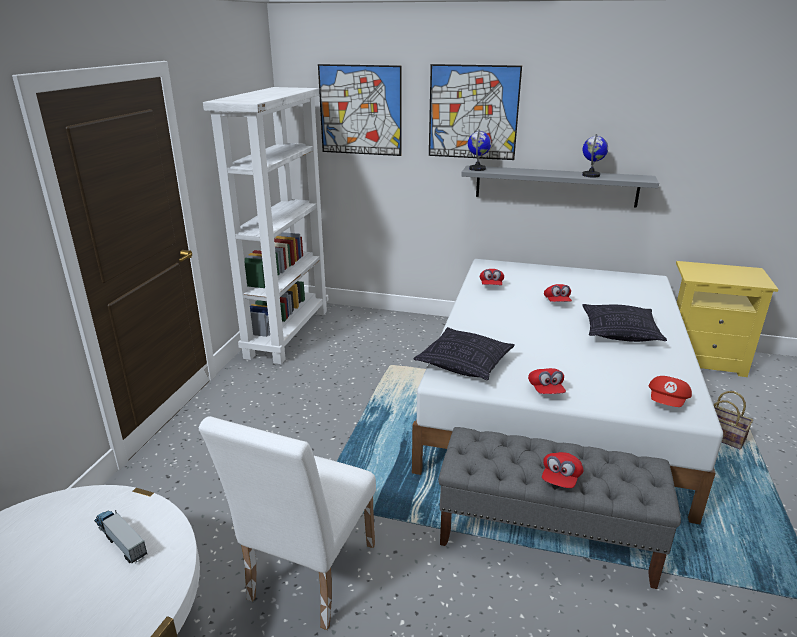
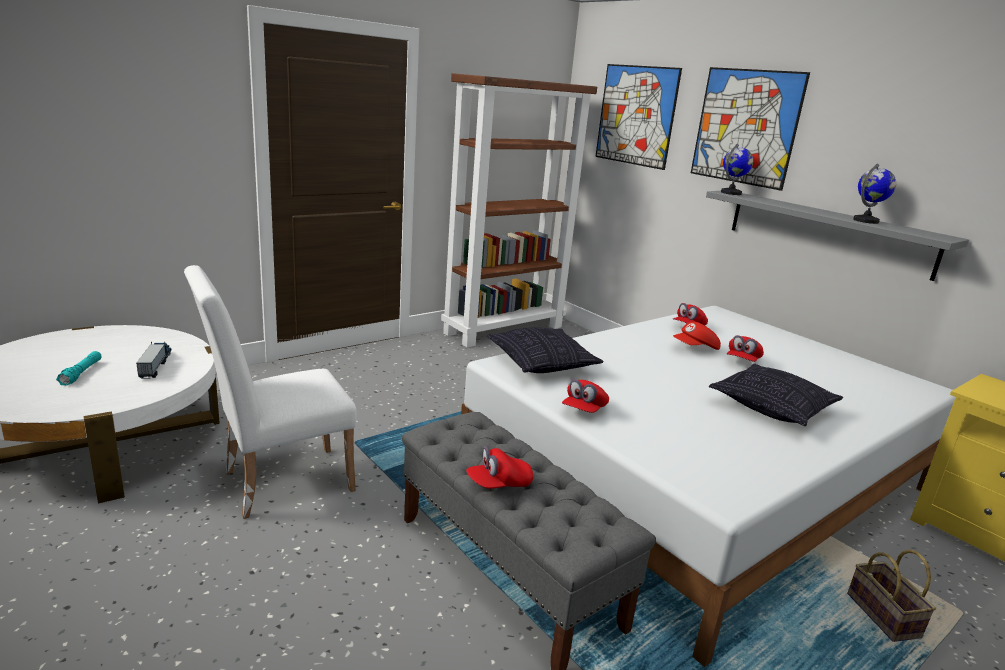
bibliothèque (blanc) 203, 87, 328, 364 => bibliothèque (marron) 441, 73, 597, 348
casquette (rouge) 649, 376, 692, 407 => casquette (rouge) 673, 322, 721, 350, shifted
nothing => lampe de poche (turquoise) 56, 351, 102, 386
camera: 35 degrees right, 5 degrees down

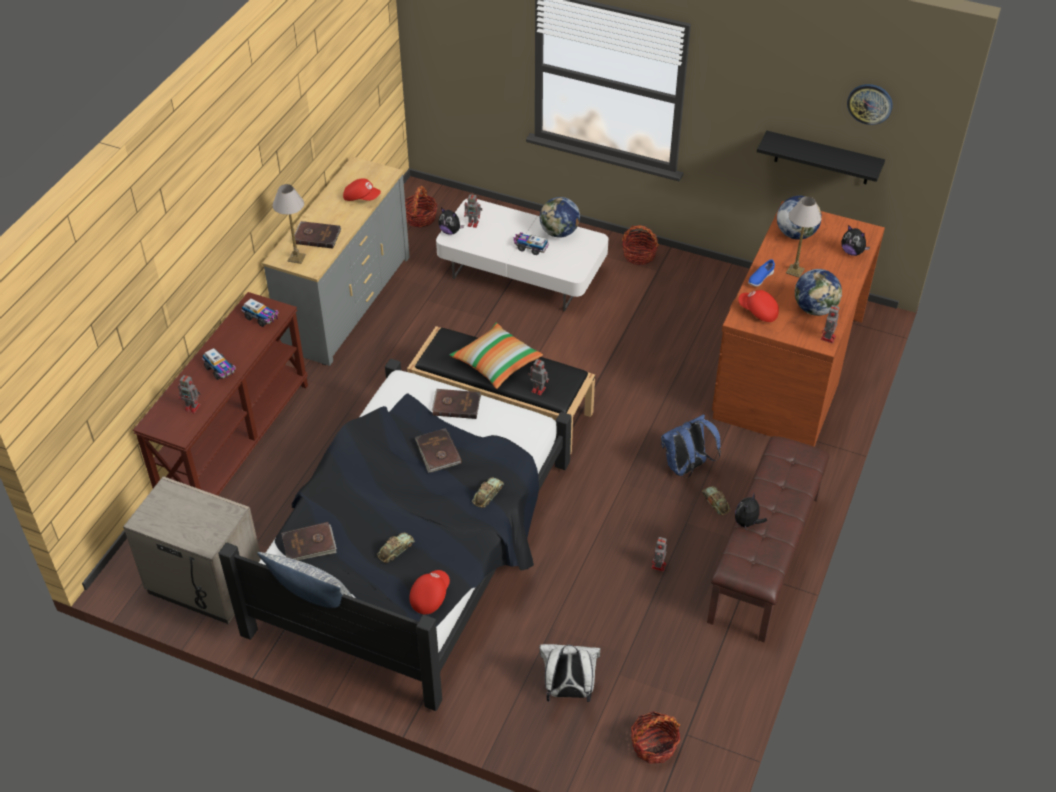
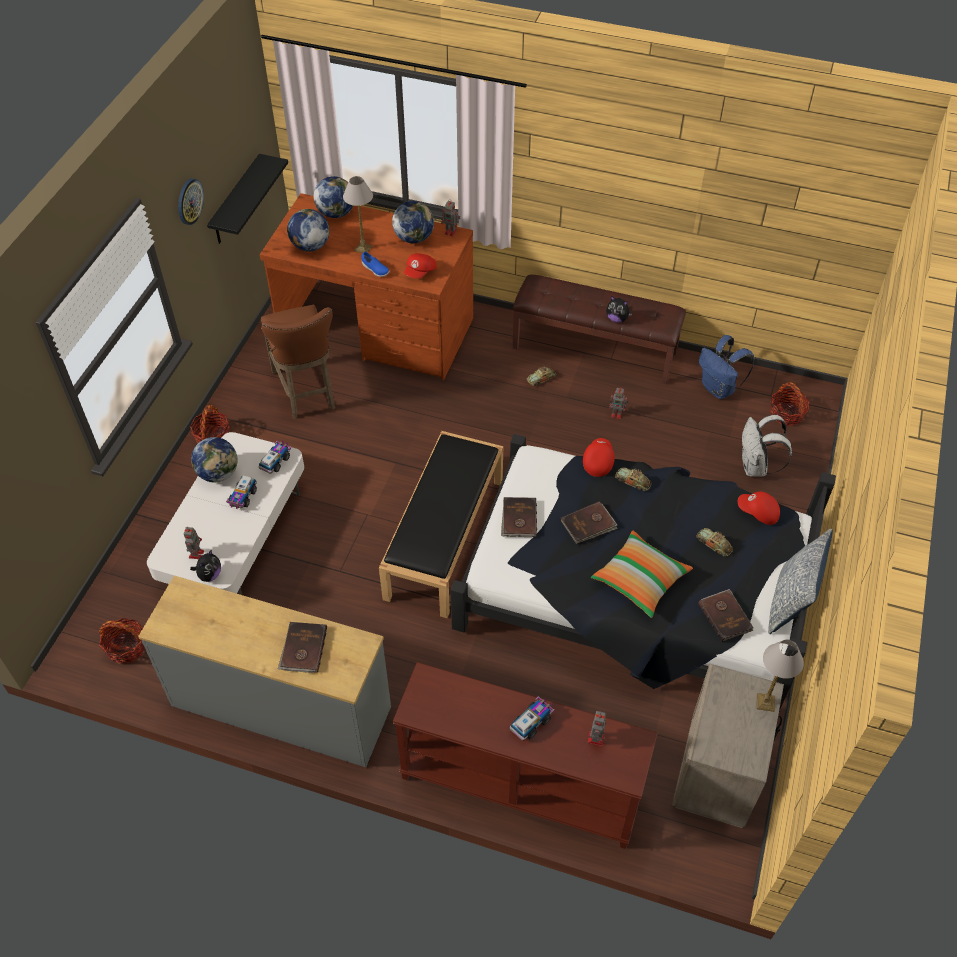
horloge murale 847, 84, 893, 125 => horloge murale 178, 179, 204, 225, shifted
casquette (rouge) 343, 178, 381, 201 => casquette (rouge) 583, 438, 615, 477, shifted
lampe de table 272, 184, 306, 264 => lampe de table 757, 640, 804, 712, shifted
peluche 841, 225, 870, 256 => globe 314, 176, 353, 218
camion jouet 241, 298, 279, 327 => camion jouet 259, 441, 291, 474, shifted
coussin 449, 323, 543, 389 => coussin 591, 530, 693, 618, shifted
robot jouet 528, 358, 549, 396 => nothing
sac à dos (bleu) 661, 414, 721, 478 => sac à dos (bleu) 699, 335, 754, 399, shifted
nothing => tabouret (marron) 261, 305, 335, 419
camera: 95 degrees left, 5 degrees up

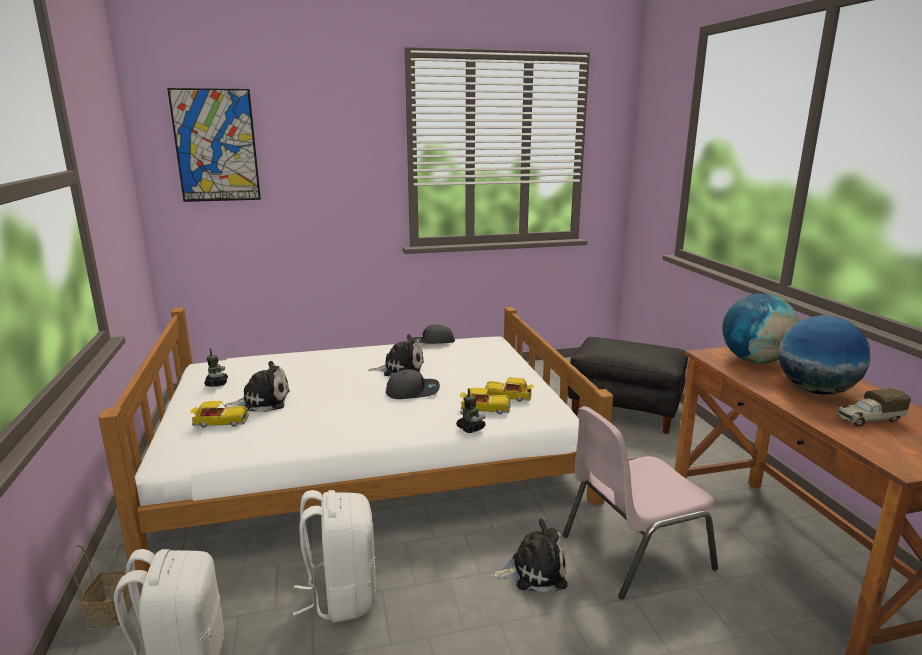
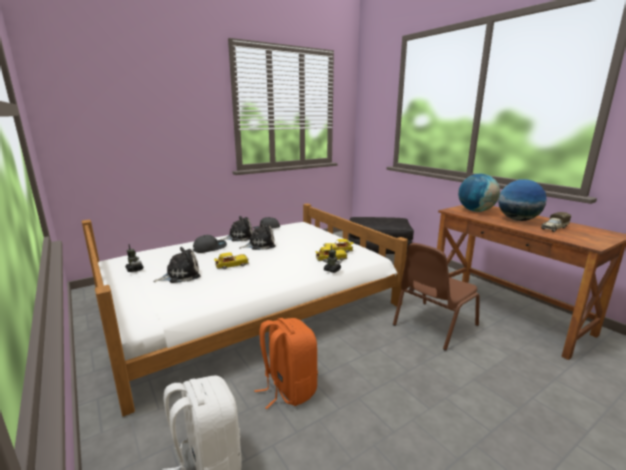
tableau 167, 88, 261, 202 => nothing
casquette (gris) 386, 369, 440, 399 => casquette (gris) 193, 235, 227, 253, shifted
petite voiture 190, 401, 249, 428 => petite voiture 214, 252, 249, 269, shifted
chaise (rose) 563, 406, 718, 600 => chaise (marron) 393, 243, 480, 351
sac à dos (blanc) 293, 490, 376, 623 => sac à dos (orange) 254, 318, 318, 409
peluche 491, 519, 568, 593 => peluche 220, 216, 253, 241, shifted
panier 71, 543, 133, 628 => nothing
camera: 20 degrees left, 0 degrees up

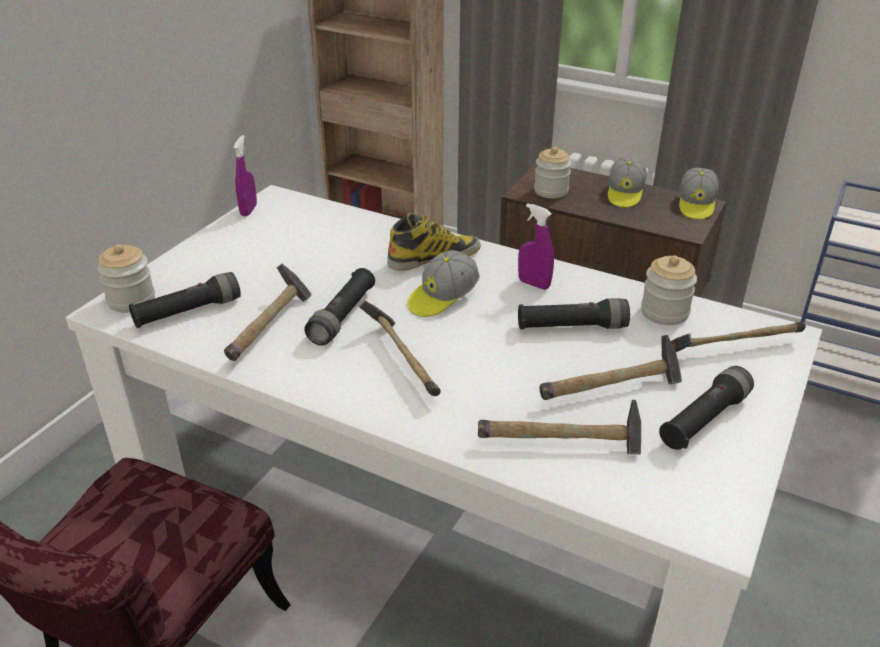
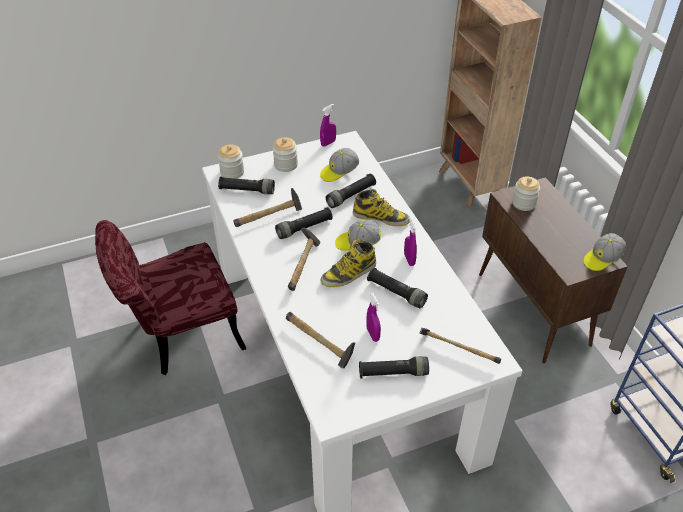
casquette 608, 157, 647, 208 => casquette 320, 148, 359, 182, shifted
bocal 641, 256, 697, 325 => bocal 273, 137, 298, 172, shifted
marteau 540, 335, 682, 400 => vaporisateur (violet) 366, 293, 381, 342
nothing => lampe de poche (noir) 326, 174, 376, 208
nothing => botte 320, 239, 376, 287
camera: 40 degrees right, 10 degrees up

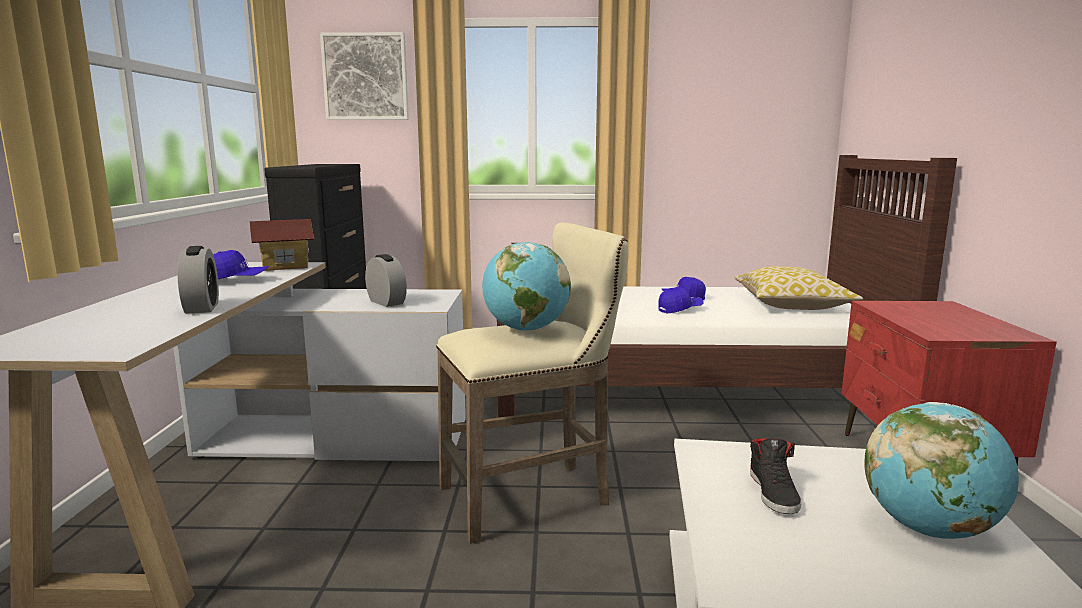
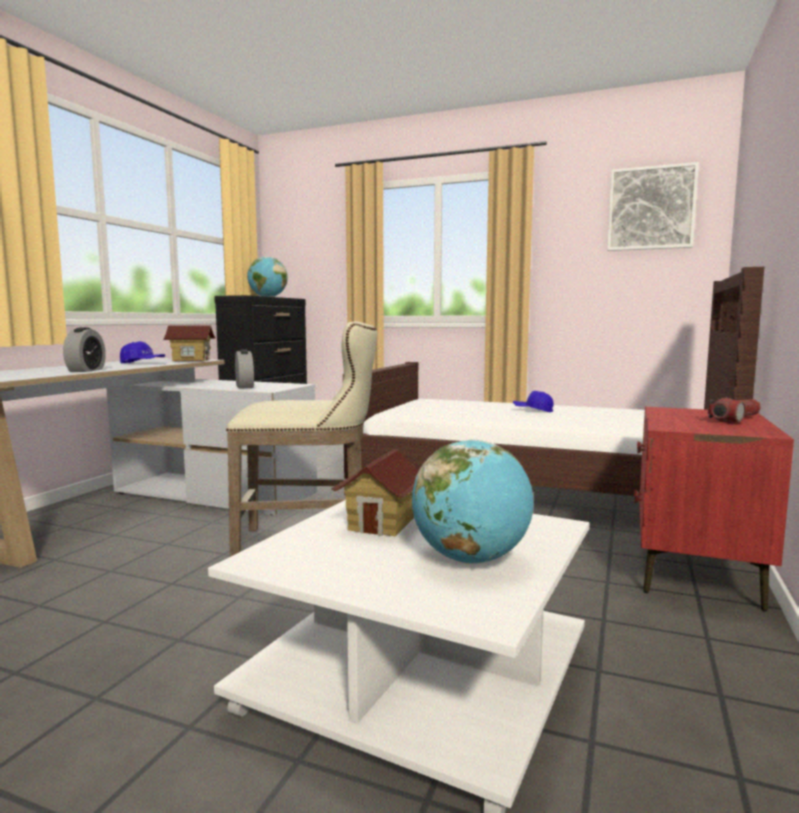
tableau 320, 32, 409, 120 => tableau 607, 162, 699, 251, shifted
globe 482, 242, 571, 331 => globe 247, 256, 288, 297, shifted
coussin 734, 266, 863, 310 => nothing
casquette (bleu) 658, 287, 703, 314 => nothing
chaussure (noir) 750, 438, 801, 514 => maison miniature 331, 449, 419, 536
nothing => lampe de poche 708, 398, 761, 422
camera: 20 degrees right, 5 degrees down

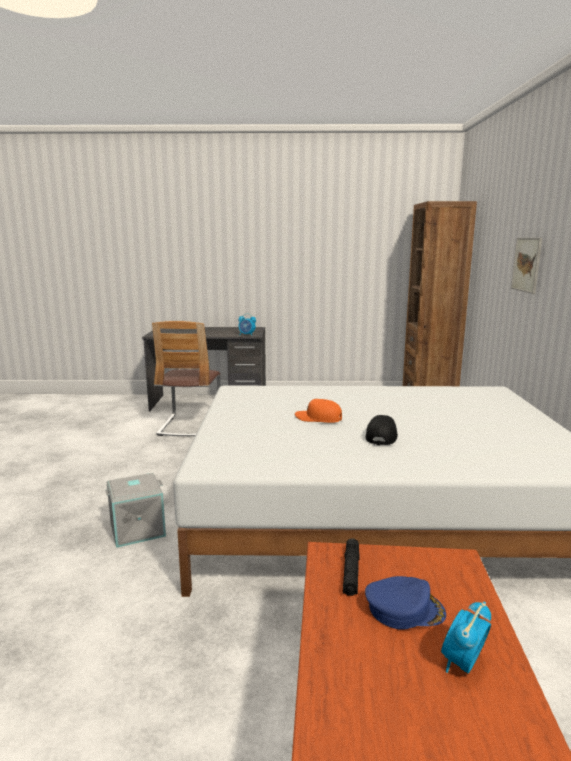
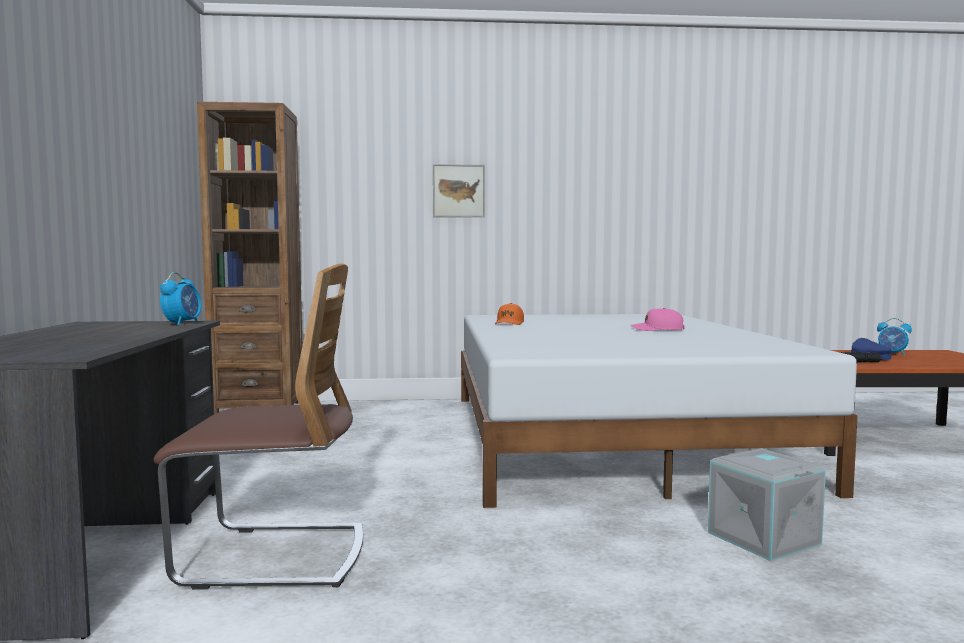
casquette (orange) 295, 399, 342, 423 => casquette (orange) 495, 303, 524, 325, shifted
casquette (noir) 366, 415, 398, 445 => casquette (rose) 631, 308, 685, 331
camera: 95 degrees left, 10 degrees down

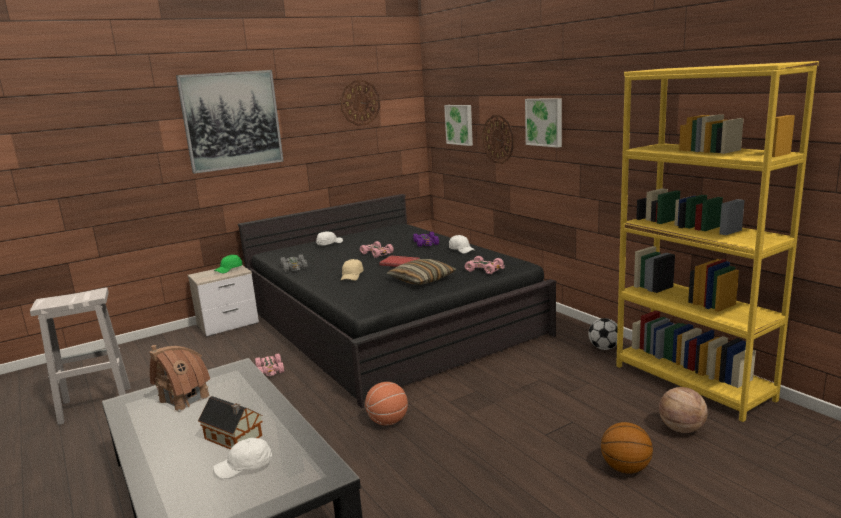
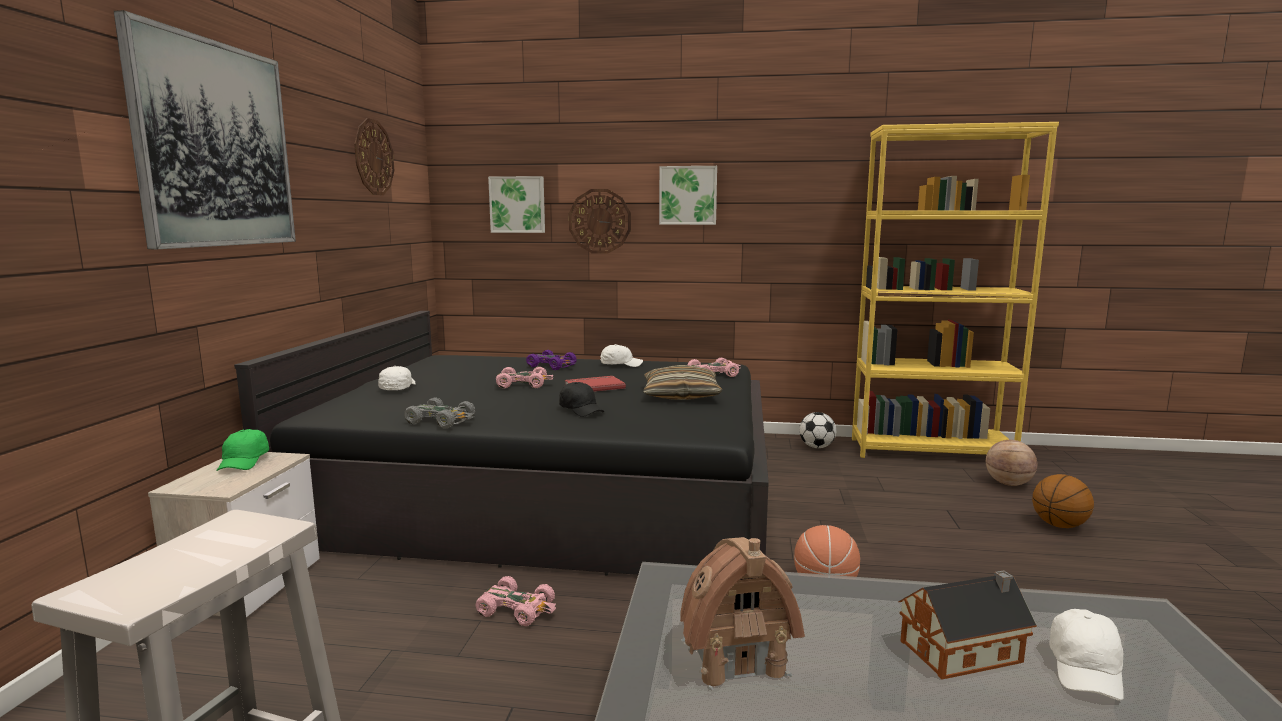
casquette (beige) 341, 259, 364, 281 => casquette (noir) 559, 382, 604, 417
camera: 50 degrees left, 5 degrees down

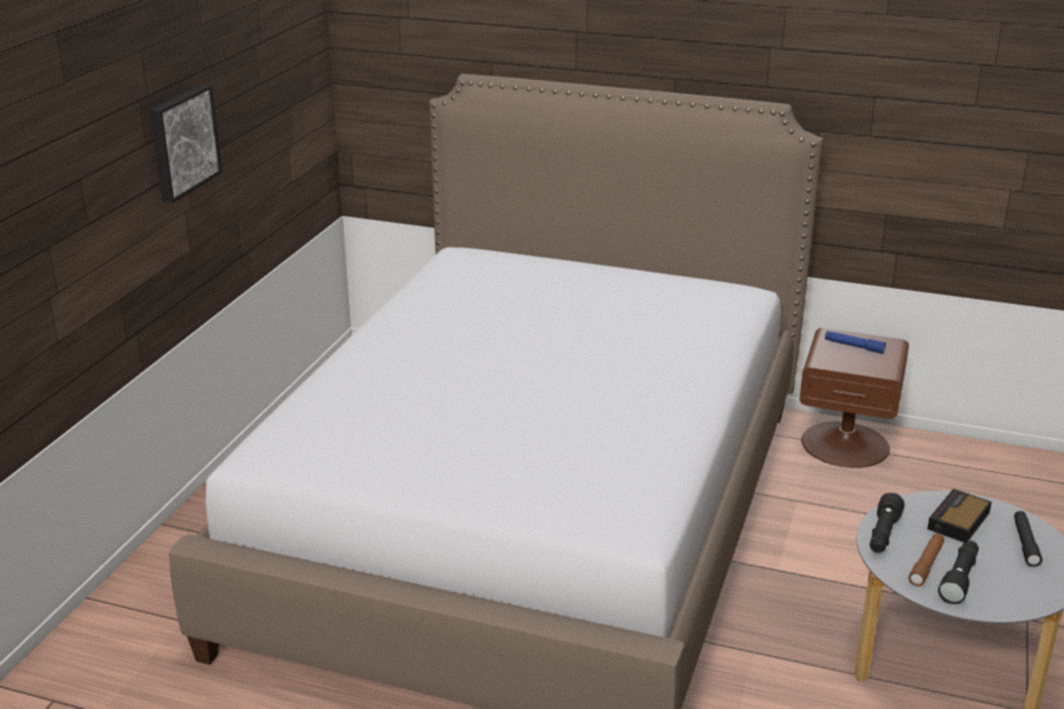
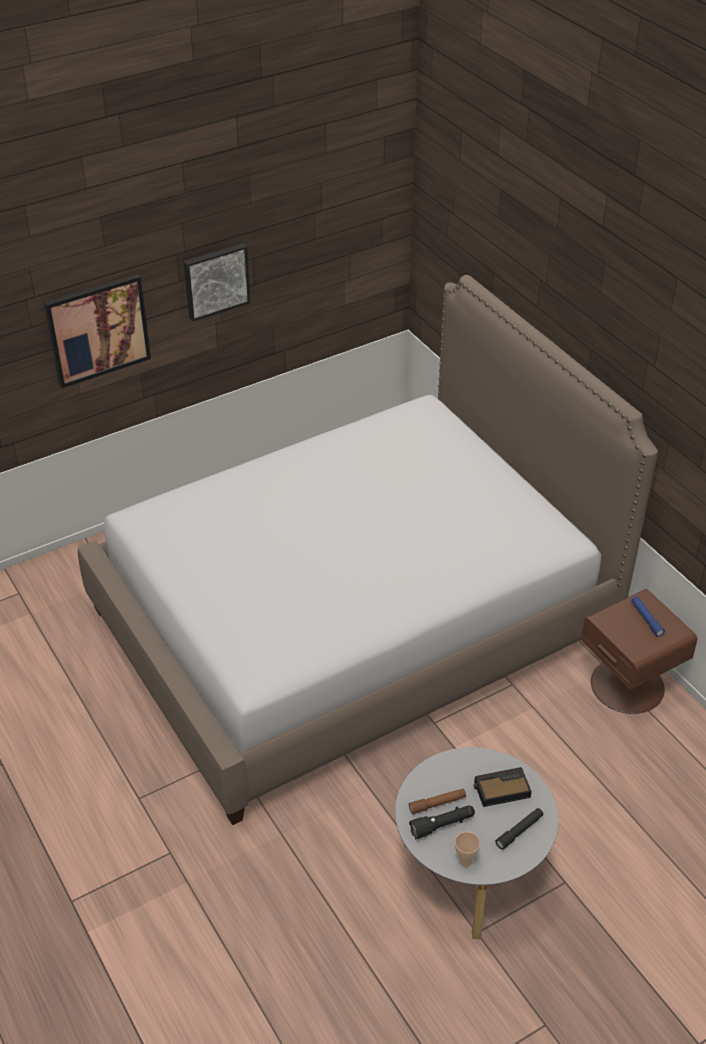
lampe de poche (noir) 870, 493, 905, 553 => nothing
nothing => tableau 44, 274, 151, 388
nothing => tasse 455, 832, 480, 867
camera: 40 degrees right, 15 degrees up

